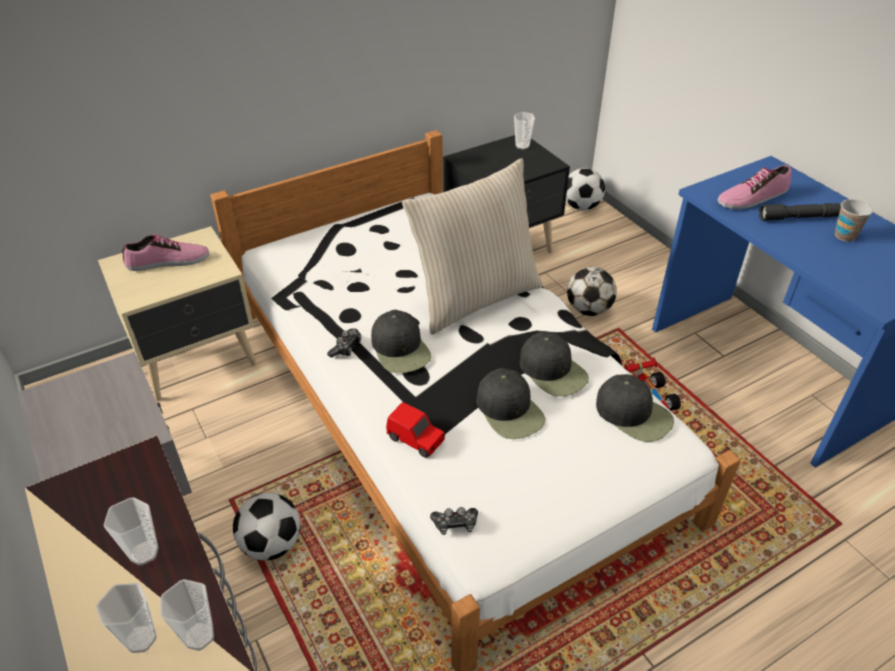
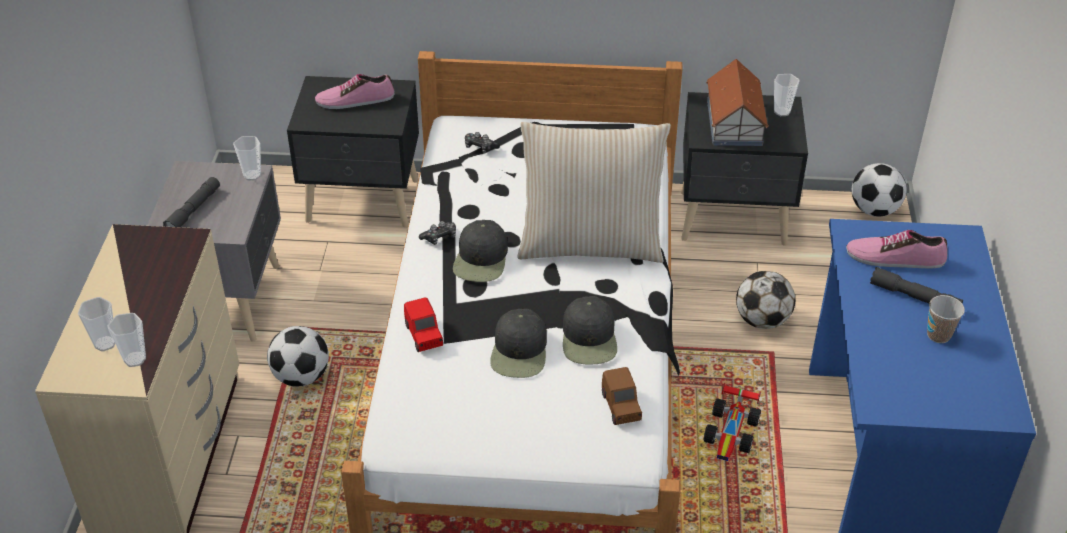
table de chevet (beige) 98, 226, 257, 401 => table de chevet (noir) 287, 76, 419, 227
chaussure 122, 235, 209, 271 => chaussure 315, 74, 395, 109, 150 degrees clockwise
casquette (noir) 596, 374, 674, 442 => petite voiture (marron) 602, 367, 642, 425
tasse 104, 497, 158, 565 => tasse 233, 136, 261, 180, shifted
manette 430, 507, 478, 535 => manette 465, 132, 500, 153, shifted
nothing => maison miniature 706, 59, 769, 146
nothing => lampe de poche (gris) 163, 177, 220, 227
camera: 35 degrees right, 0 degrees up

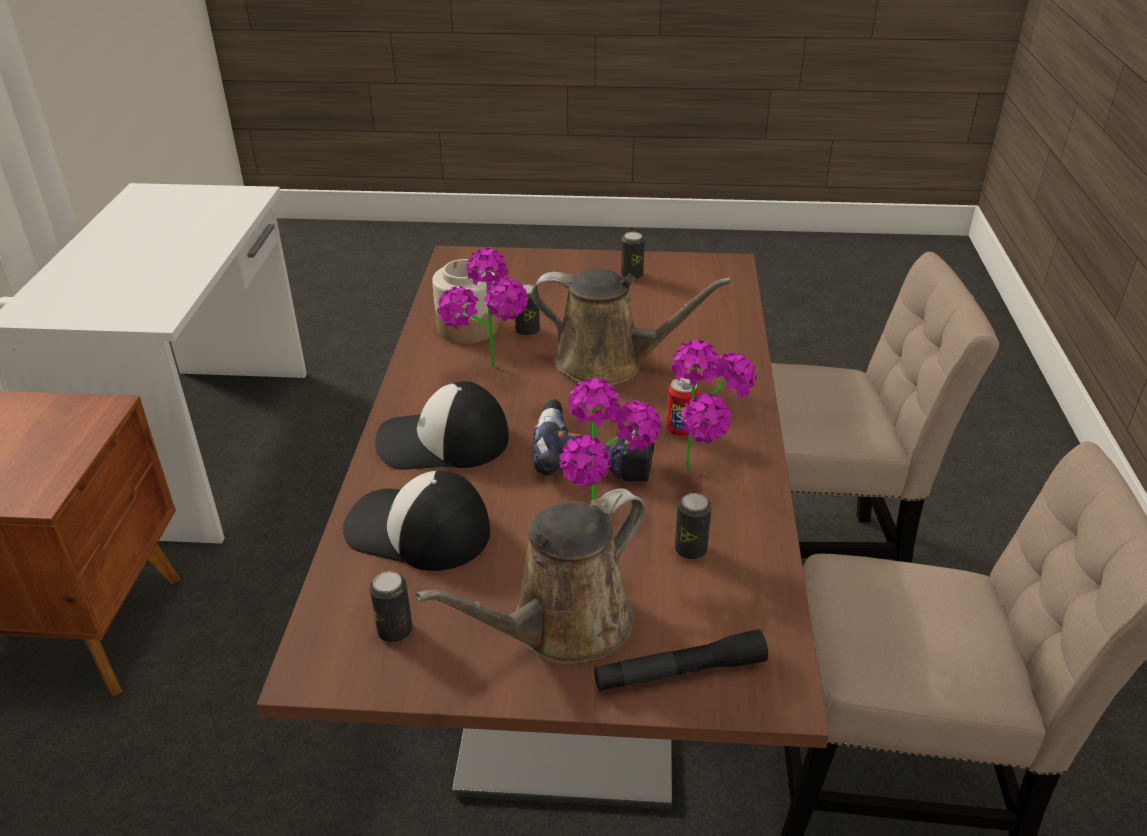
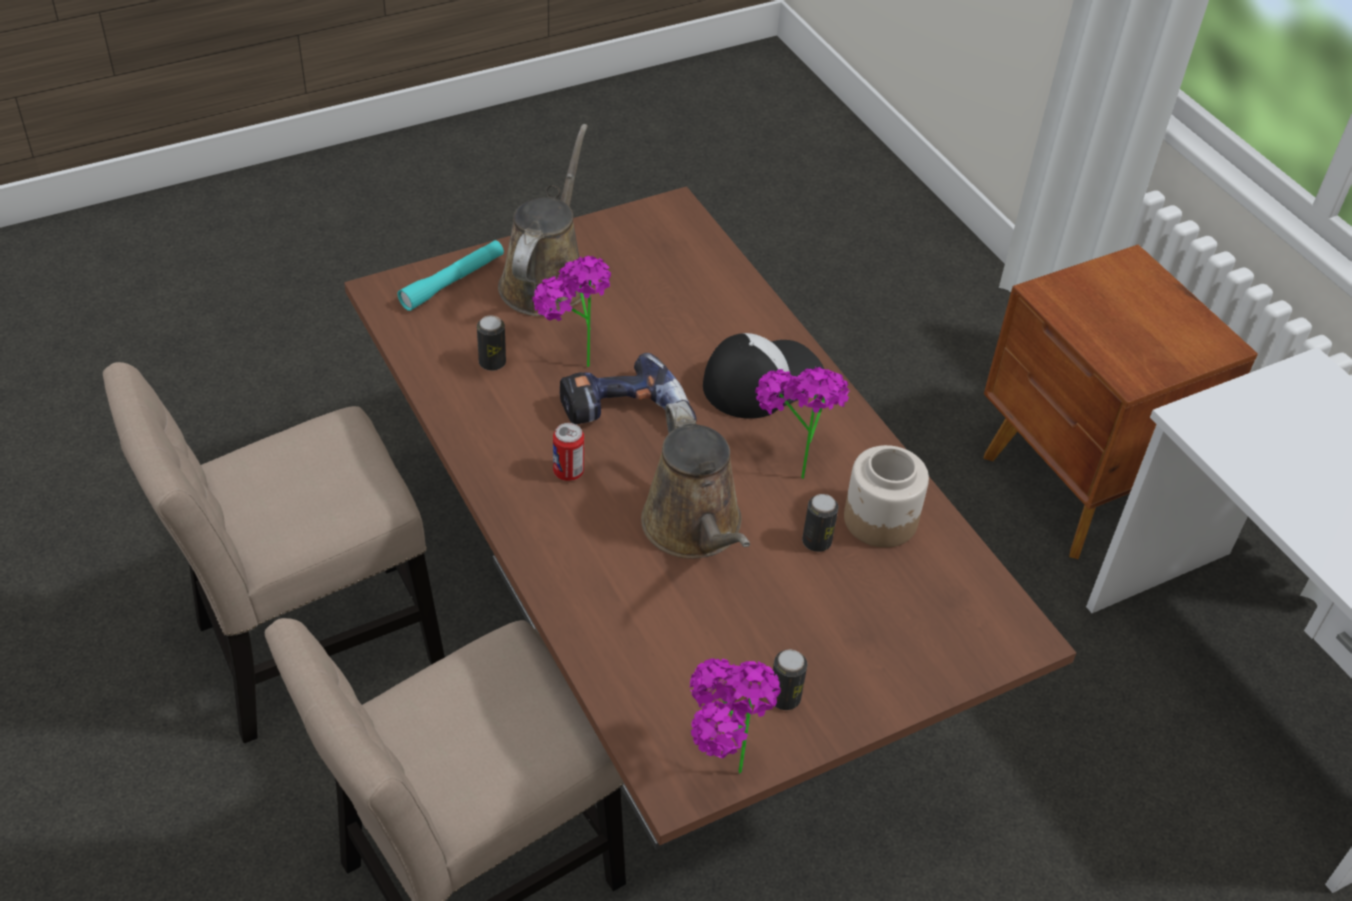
arrosoir (marron) 531, 268, 732, 386 => arrosoir (marron) 641, 401, 750, 559, 90 degrees counterclockwise
plante en pot 672, 340, 756, 470 => plante en pot 689, 658, 781, 774, shifted
casquette 343, 471, 490, 571 => nothing
boîte métallique 369, 571, 413, 642 => nothing
lampe de poche (noir) 594, 629, 768, 691 => lampe de poche (turquoise) 398, 240, 504, 311
camera: 145 degrees right, 10 degrees up

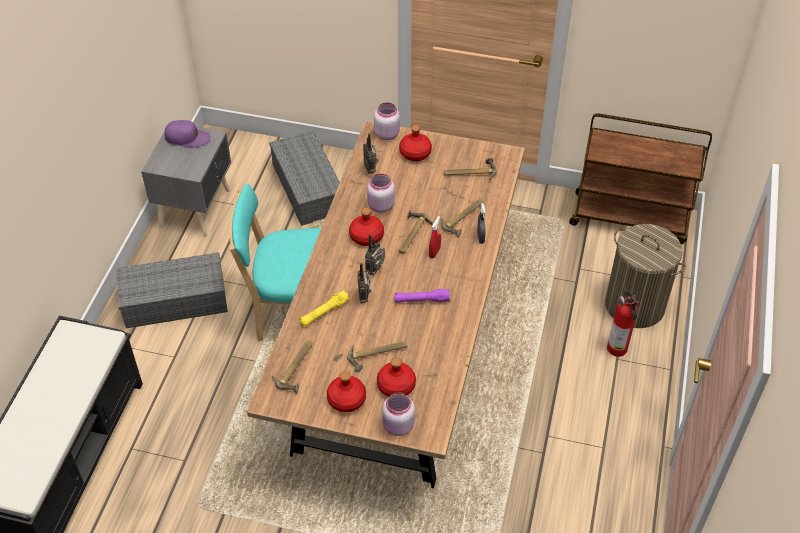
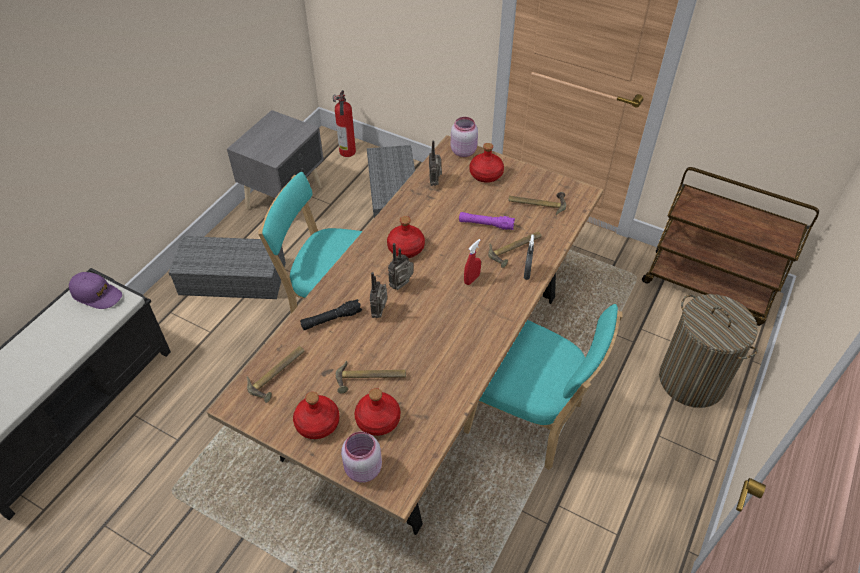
casquette (violet) 164, 120, 210, 147 => casquette (violet) 69, 272, 122, 309, shifted
bocal (rose) 367, 174, 395, 213 => nothing
marteau 399, 210, 433, 254 => nothing
extincteur 607, 287, 639, 357 => extincteur 333, 90, 356, 157, shifted
lampe de poche (violet) 394, 289, 450, 303 => lampe de poche (violet) 459, 212, 515, 230, shifted
lampe de poche (jaune) 299, 290, 350, 327 => lampe de poche (noir) 300, 299, 362, 330
nothing => chaise (turquoise) 464, 304, 623, 470
camera: 15 degrees right, 0 degrees up

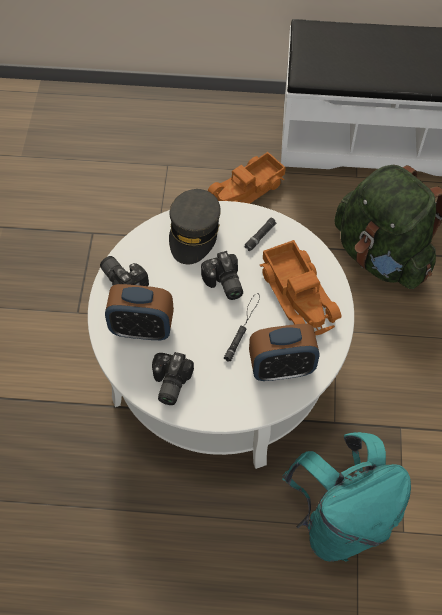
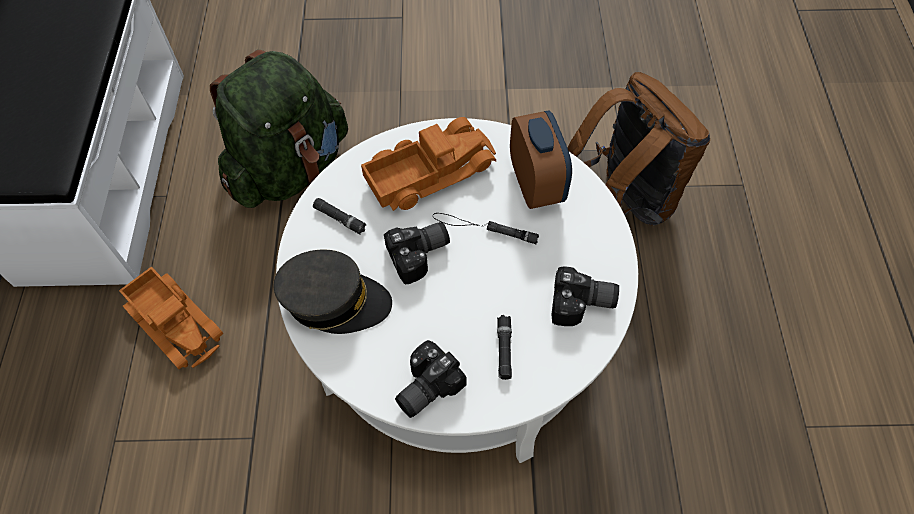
réveil 105, 284, 174, 340 => lampe de poche (noir) 497, 315, 512, 380
sac à dos (turquoise) 282, 432, 411, 562 => sac à dos (marron) 568, 72, 710, 225
camera: 95 degrees left, 0 degrees up

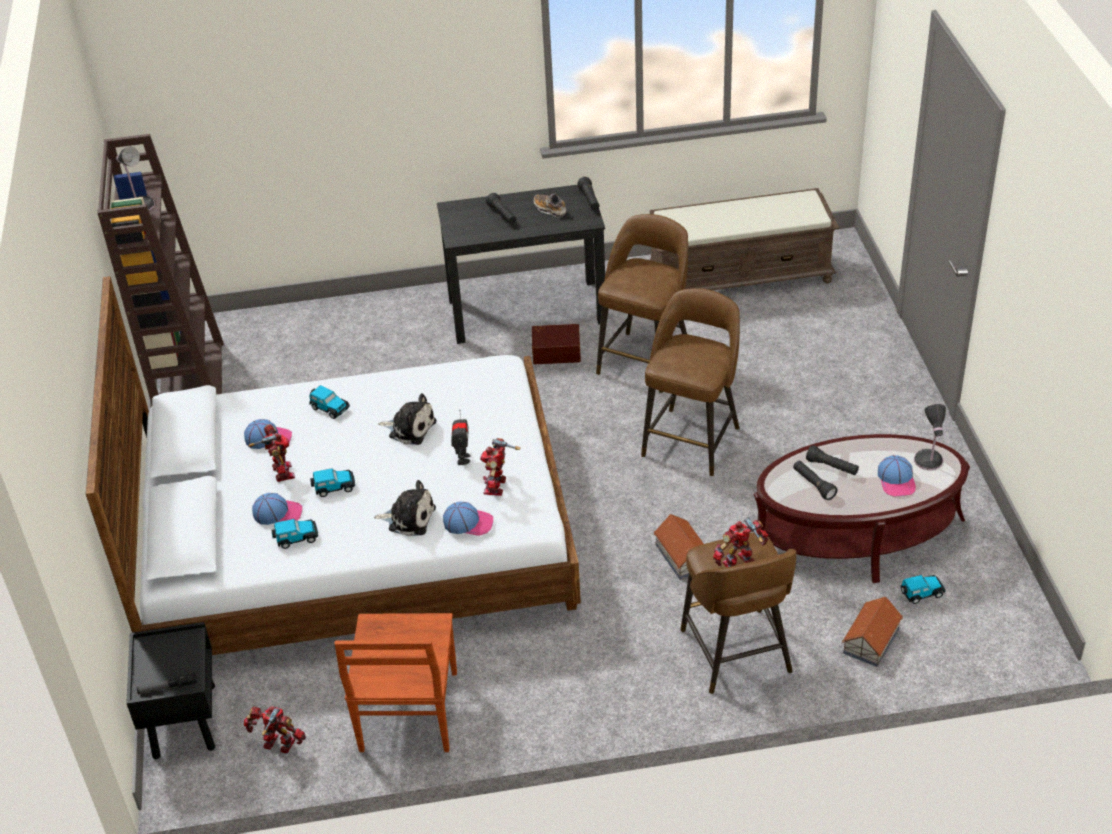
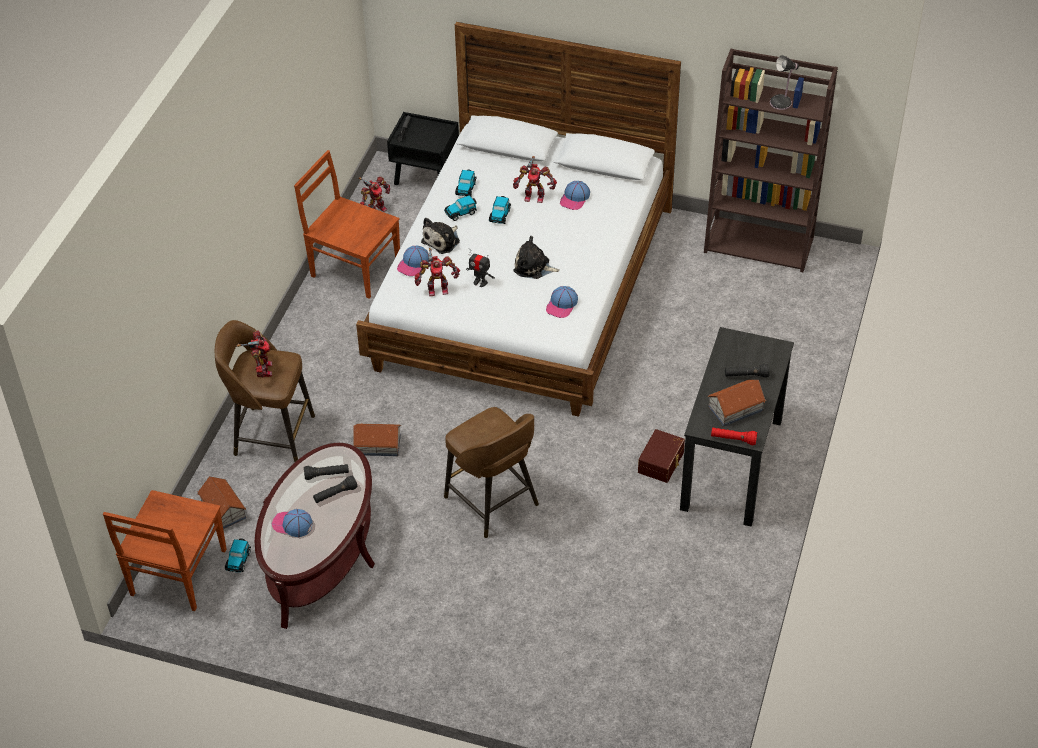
lampe de poche (noir) 577, 177, 599, 210 => lampe de poche (rouge) 711, 428, 757, 446
banc (marron) 650, 188, 839, 290 => nothing
chaussure 533, 193, 566, 217 => maison miniature 708, 380, 766, 426
tabouret (marron) 596, 214, 688, 393 => nothing
petite voiture 309, 385, 350, 419 => petite voiture 444, 195, 477, 221, shifted
peluche 379, 393, 437, 445 => peluche 514, 236, 560, 279, 60 degrees clockwise
lampe de table 914, 404, 946, 470 => nothing
robot jouet 480, 438, 520, 496 => robot jouet 415, 248, 460, 296, 135 degrees clockwise
casquette 252, 493, 302, 525 => casquette 546, 286, 578, 318, shifted
nothing => chaise (marron) 103, 490, 227, 611
camera: 115 degrees right, 5 degrees up

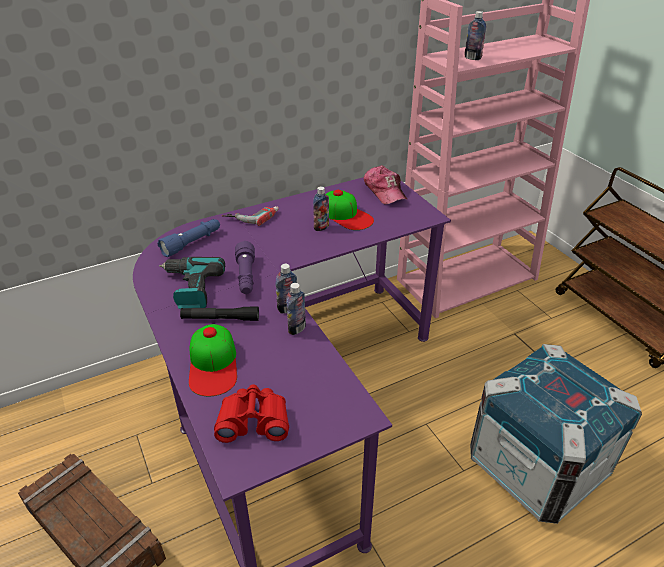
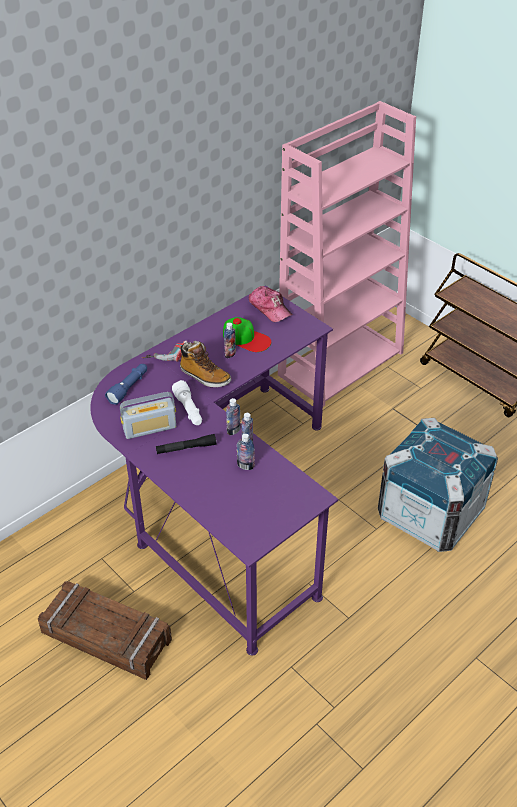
bouteille 465, 11, 486, 60 => bouteille 237, 433, 255, 470, shifted
lampe de poche (violet) 235, 241, 255, 294 => lampe de poche (blanc) 172, 380, 202, 425
perceuse 159, 257, 225, 309 => radio 120, 392, 176, 439
casquette 189, 324, 237, 396 => nothing
jumelles (rouge) 214, 384, 289, 443 => nothing
nothing => botte 180, 341, 231, 387
camera: 15 degrees left, 5 degrees up

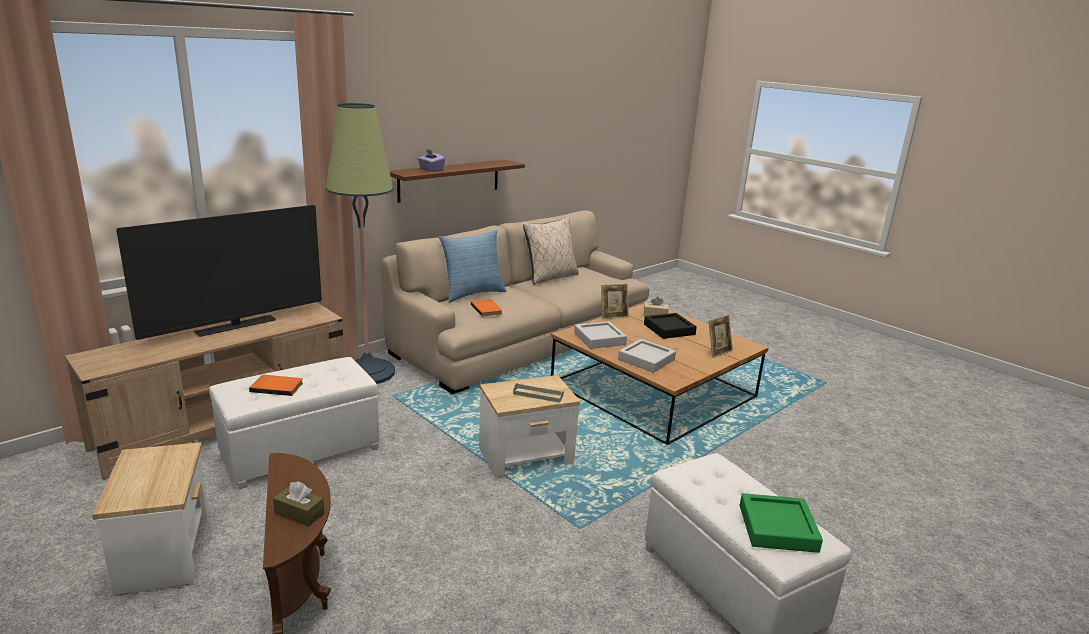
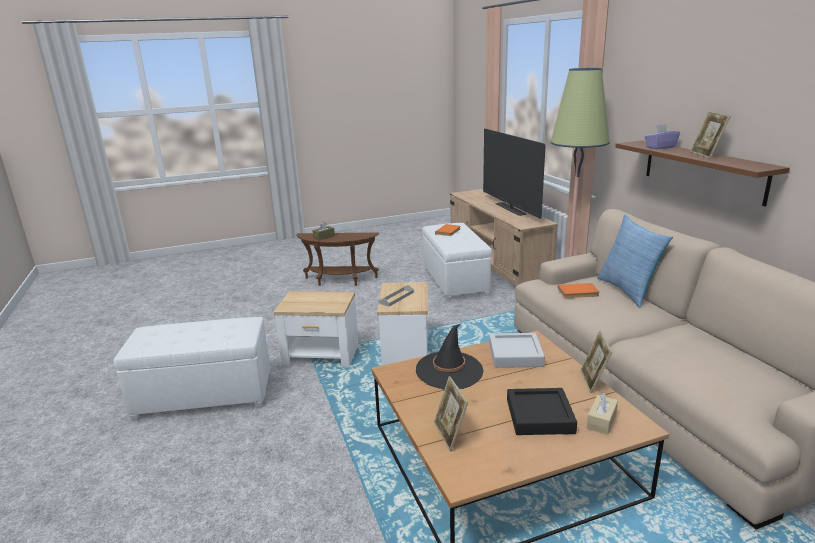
coussin (beige) 523, 216, 578, 284 => nothing
plateau (gris) 618, 339, 676, 373 => chapeau (noir) 416, 324, 484, 389
table d'appoint 92, 442, 209, 595 => table d'appoint 274, 291, 359, 367, shifted
plateau (vert) 740, 493, 823, 553 => nothing
nothing => cadre photo 690, 111, 731, 159
camera: 115 degrees right, 0 degrees up

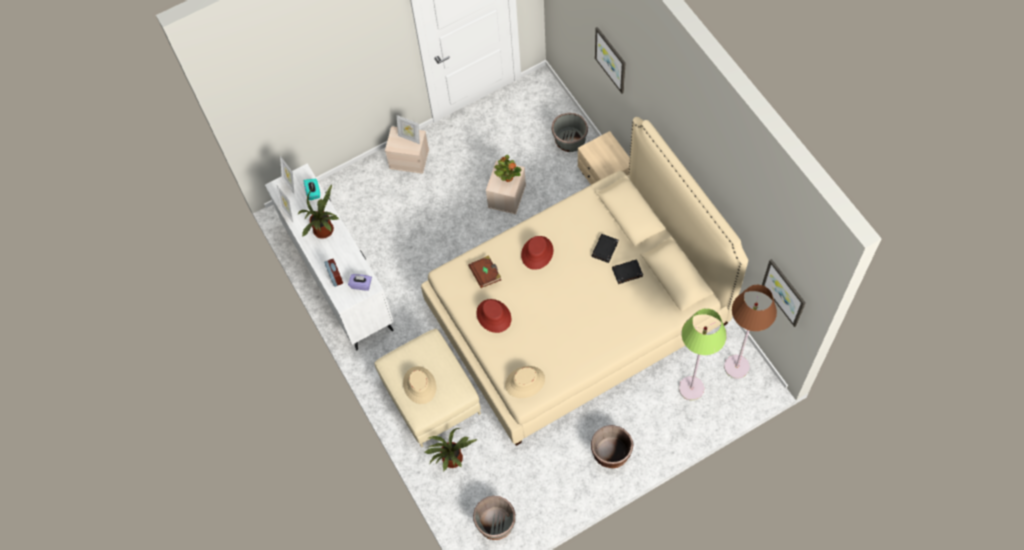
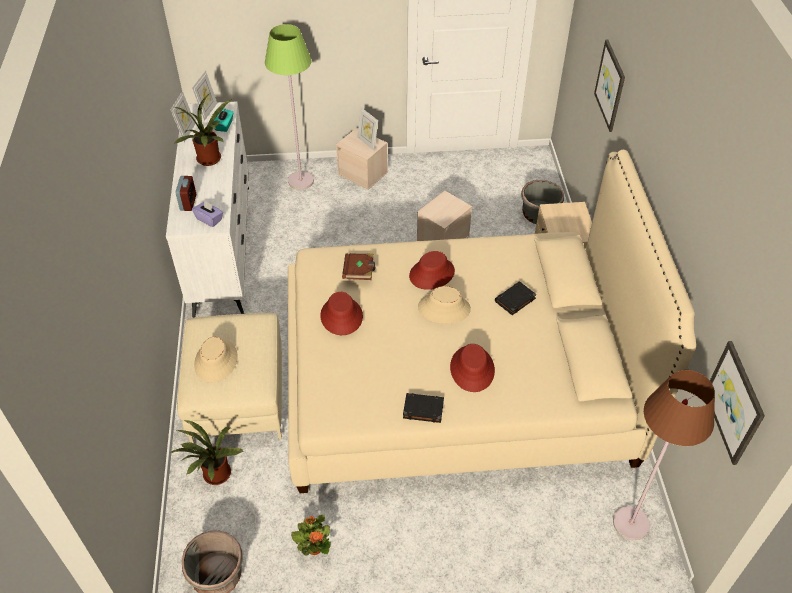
plante en pot 494, 155, 521, 182 => plante en pot 291, 515, 331, 556, shifted
livre (noir) 612, 259, 643, 284 => livre (noir) 403, 393, 444, 423, shifted
lampadaire (vert) 679, 308, 727, 401 => lampadaire (vert) 265, 24, 314, 190, shifted
chapeau (beige) 505, 366, 545, 398 => chapeau (beige) 418, 286, 471, 324, shifted
cache-pot (marron) 591, 425, 633, 468 => nothing
nothing => chapeau (rouge) 450, 344, 495, 392
camera: 20 degrees right, 15 degrees down

